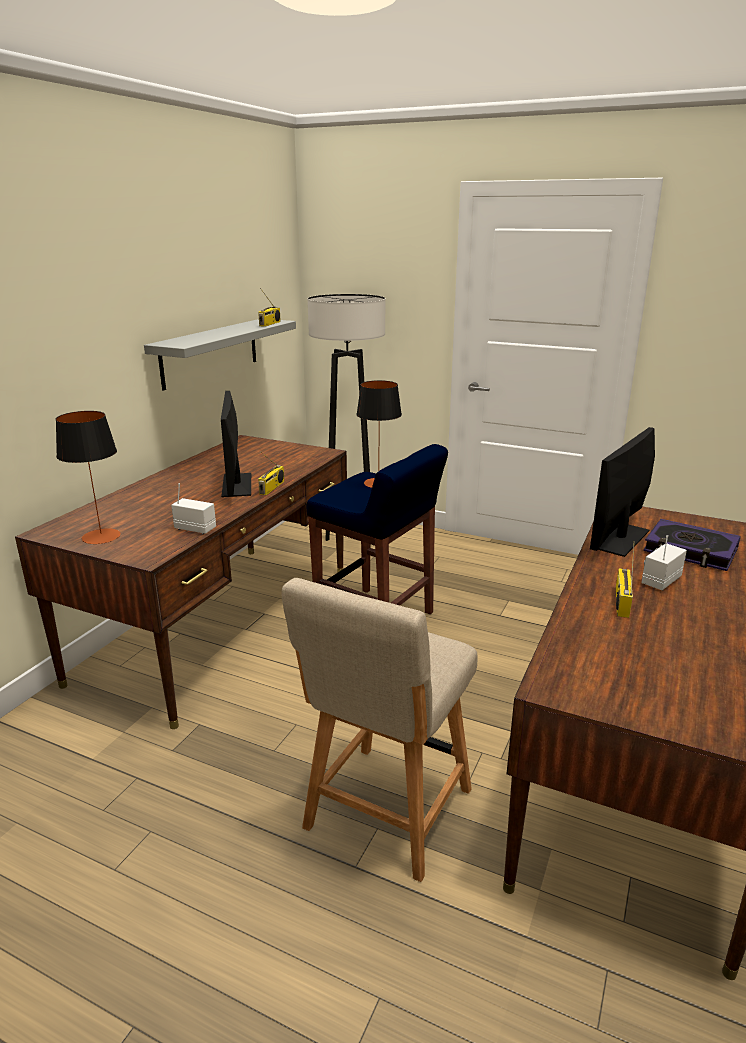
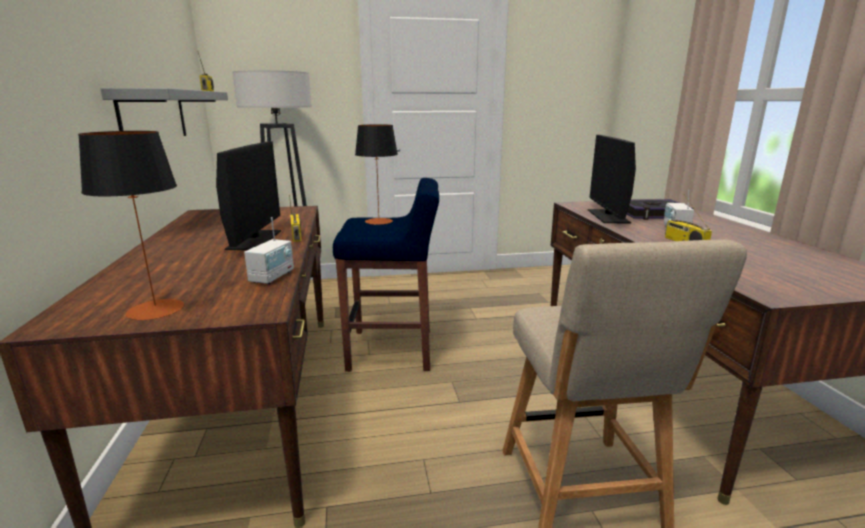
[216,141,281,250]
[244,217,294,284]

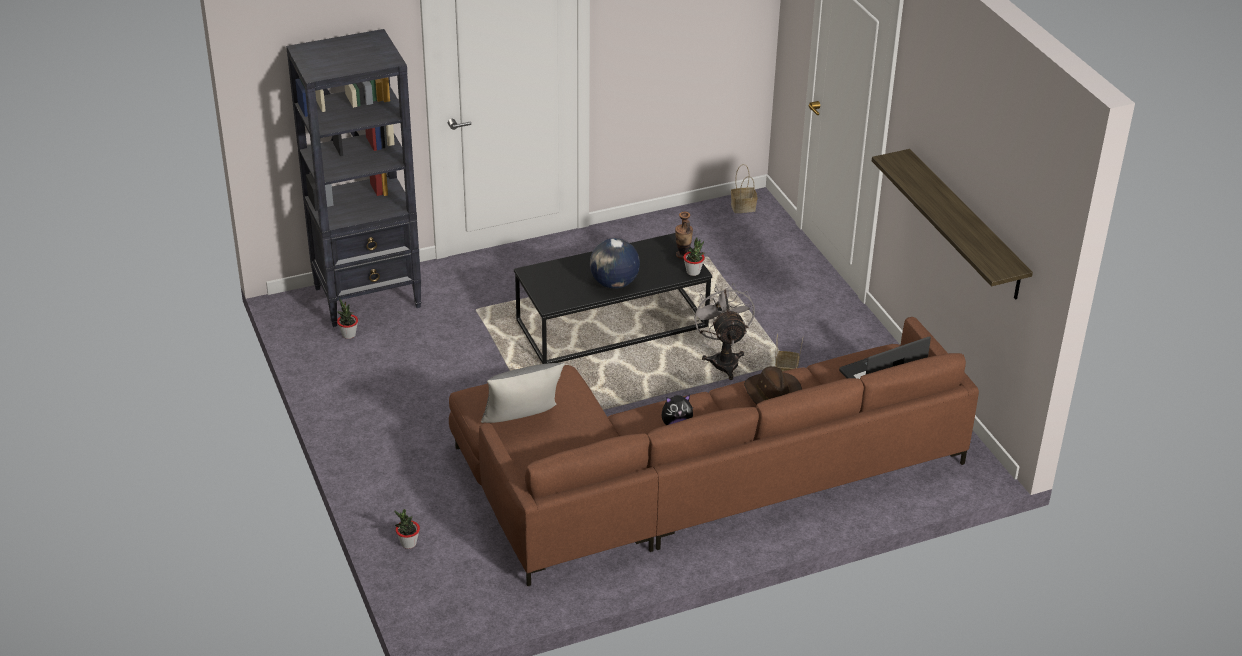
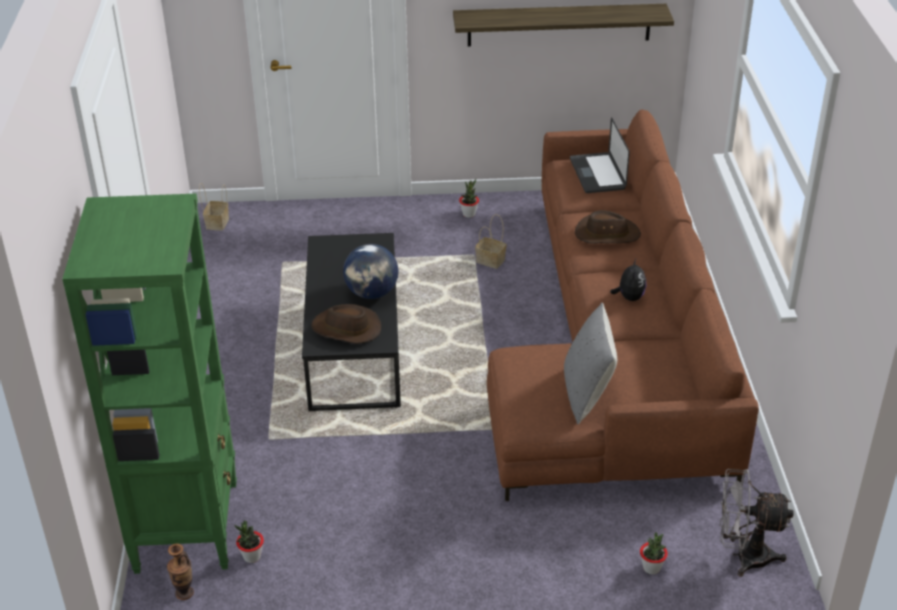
[62,194,237,574]
[167,544,194,600]
[459,179,479,218]
[720,469,793,577]
[311,304,381,344]

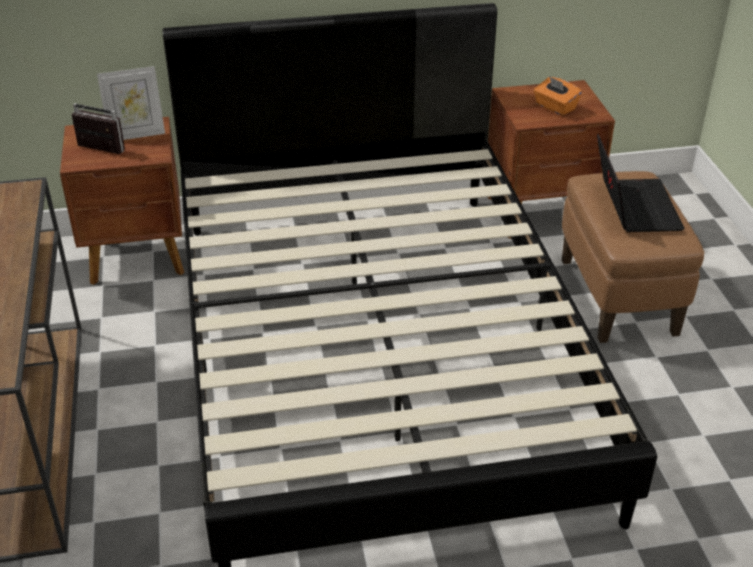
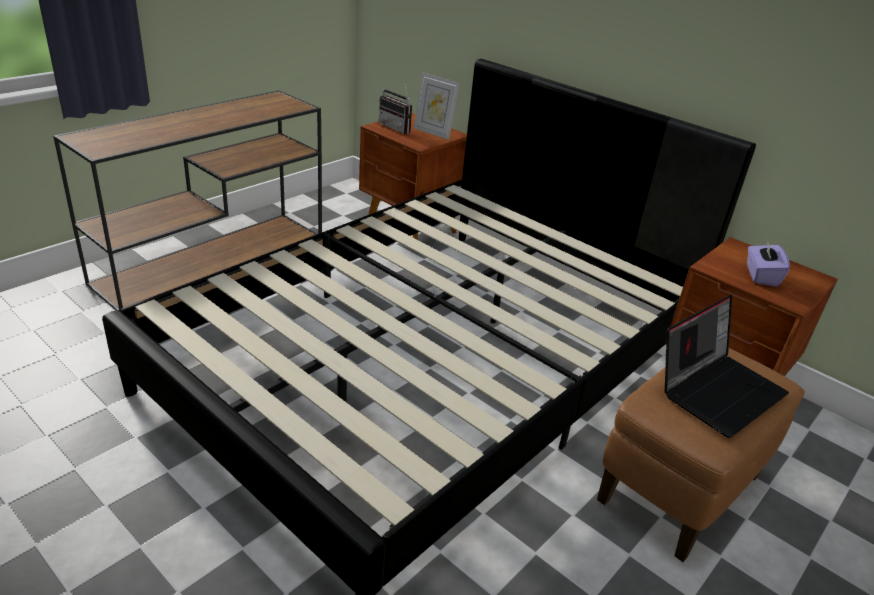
[747,239,790,287]
[379,83,412,134]

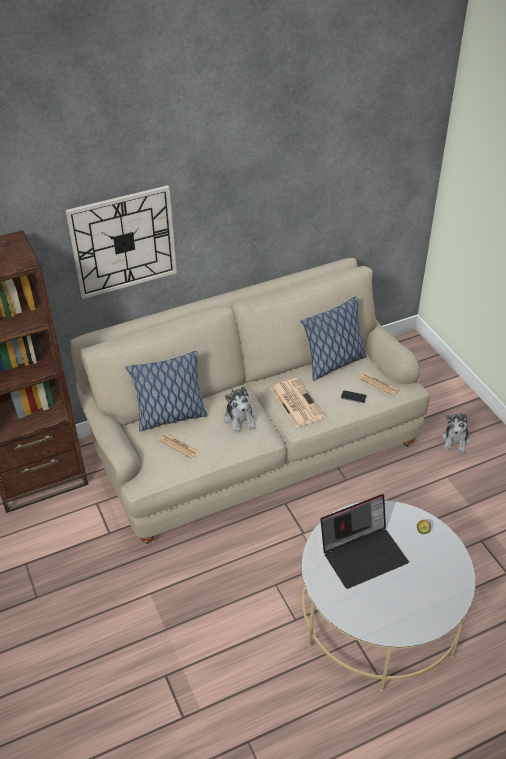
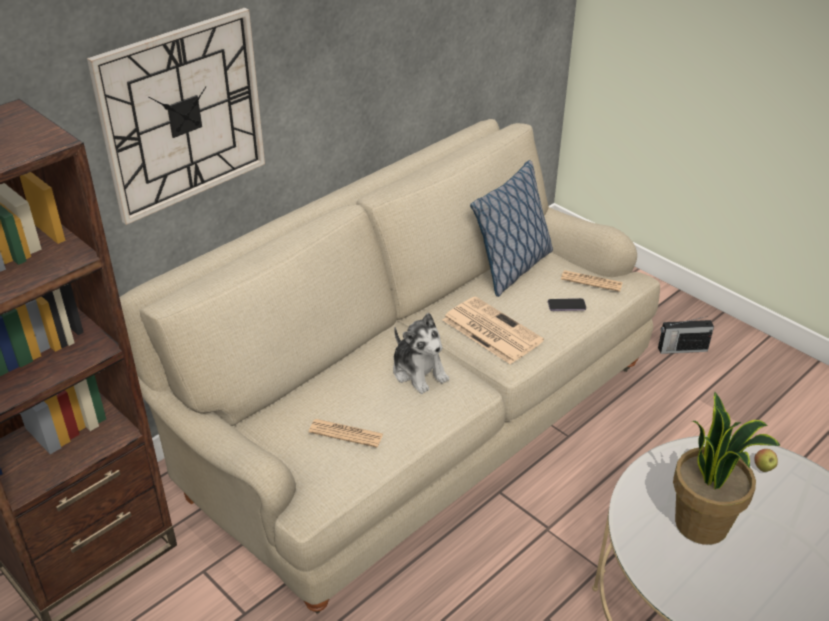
[125,351,208,432] (first image)
[658,316,714,354]
[673,392,780,545]

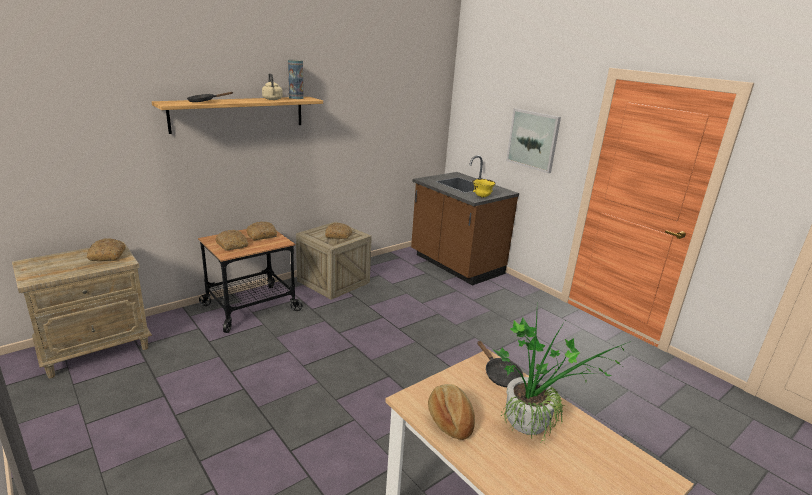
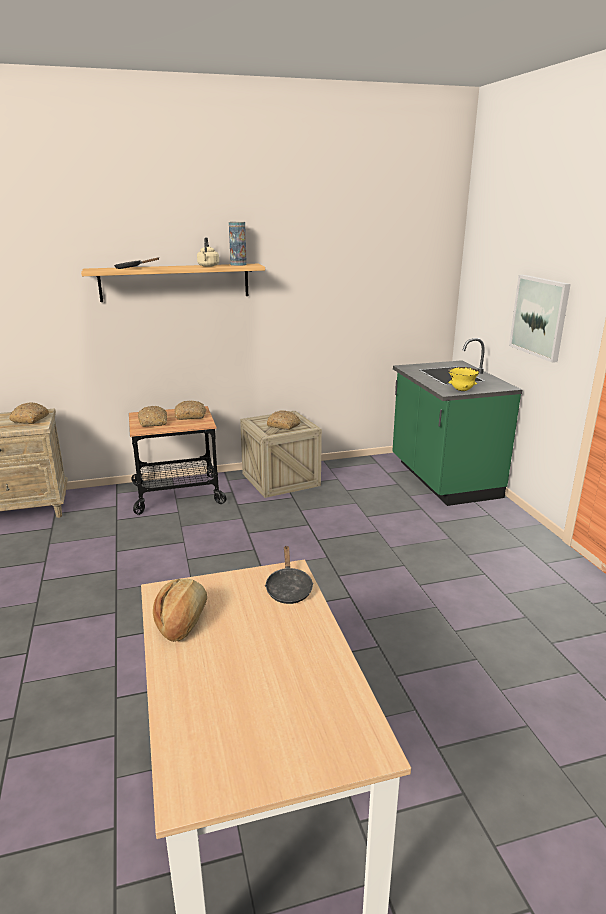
[392,338,522,506]
[492,314,631,443] (first image)

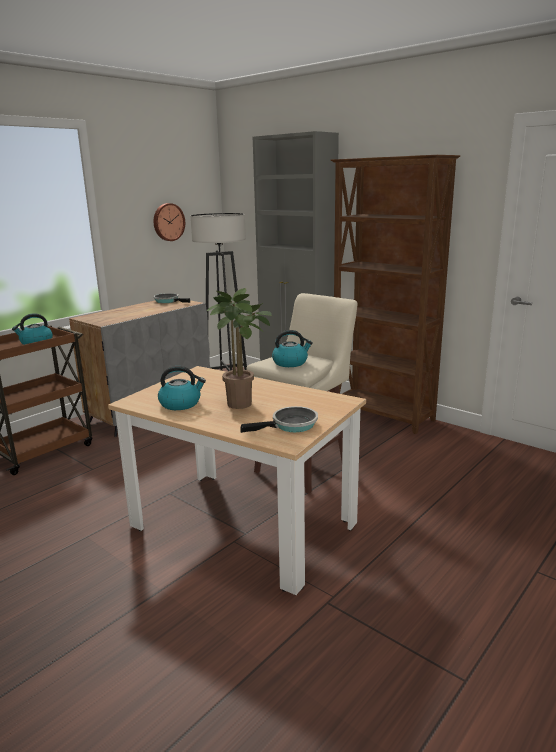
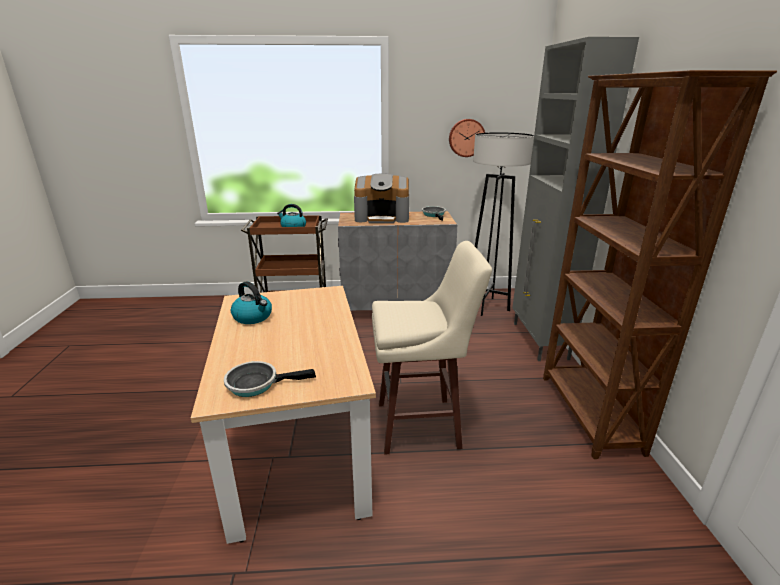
[207,288,272,409] (first image)
[272,330,313,367] (first image)
[224,361,316,397]
[354,174,409,223]

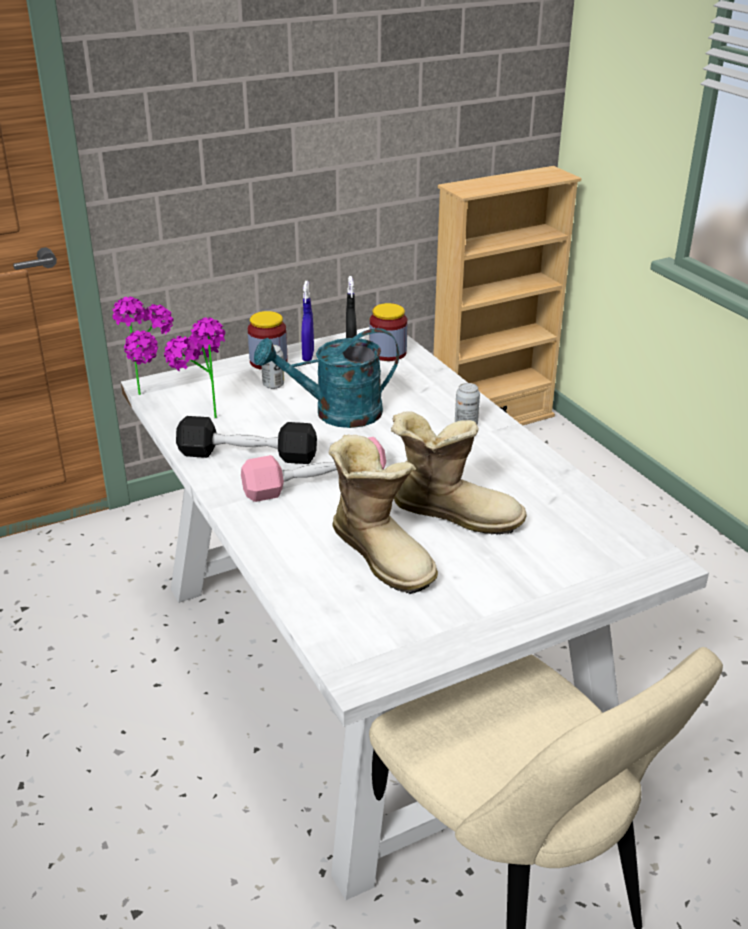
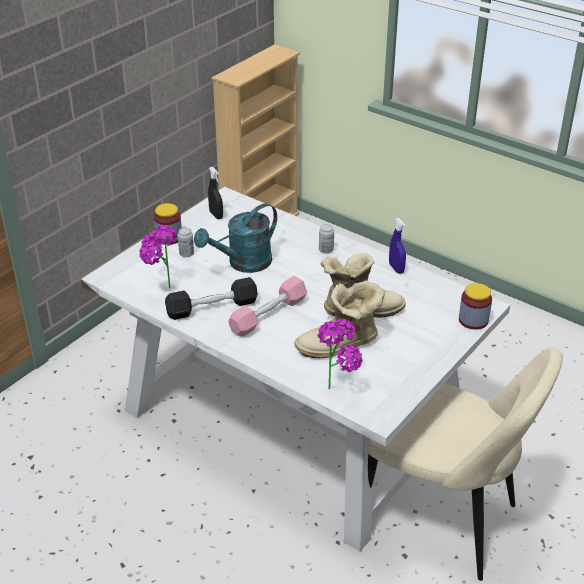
[389,218,406,274]
[318,318,363,389]
[459,283,492,330]
[294,280,385,358]

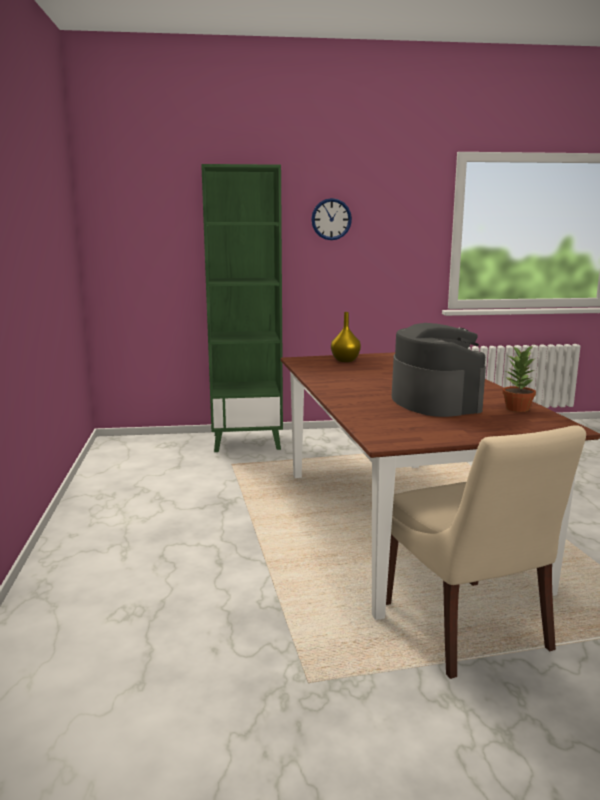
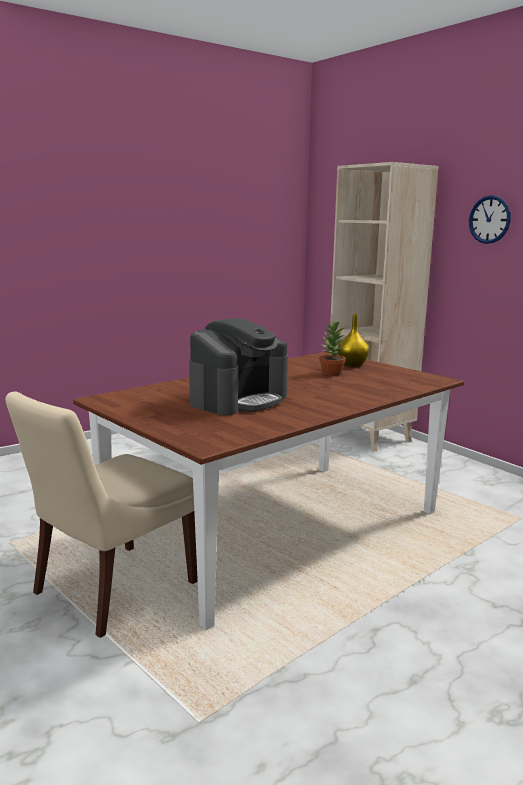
[329,162,439,452]
[319,321,346,375]

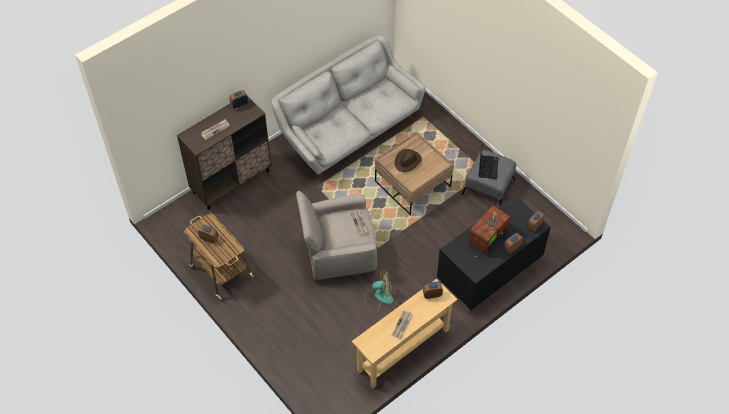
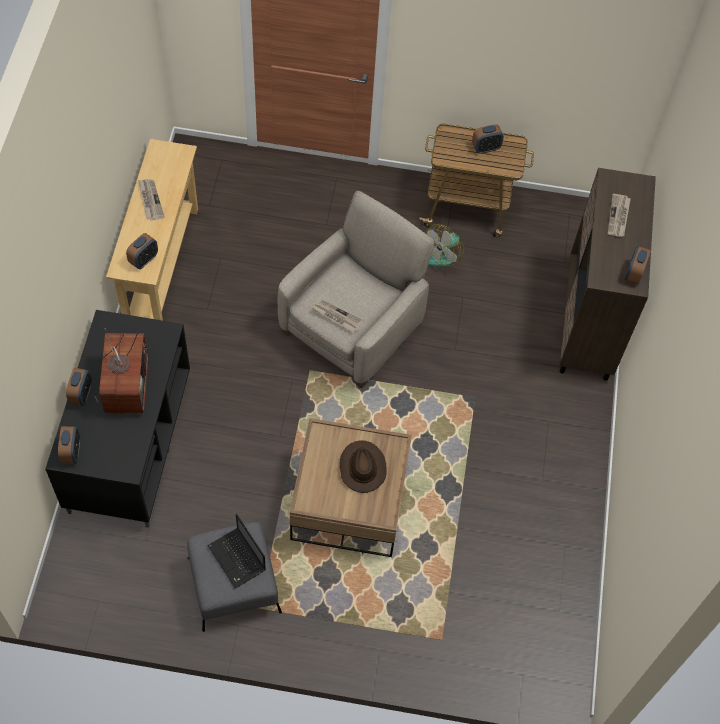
[272,35,426,178] (first image)
[426,225,465,267]

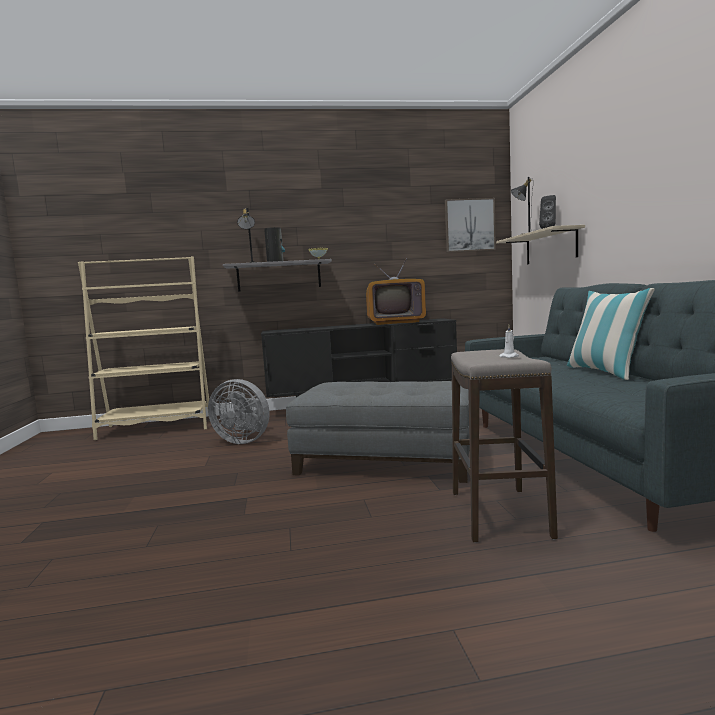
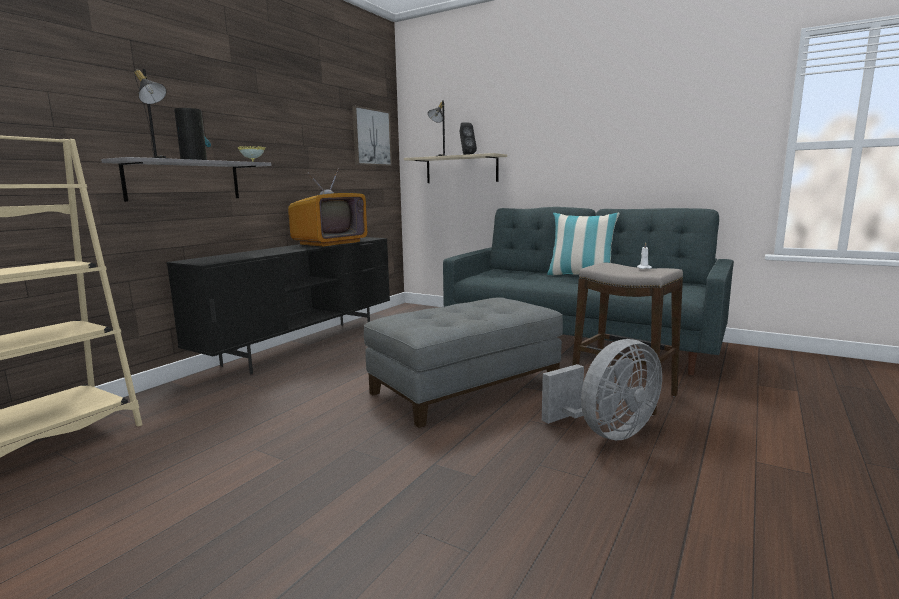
[542,339,662,440]

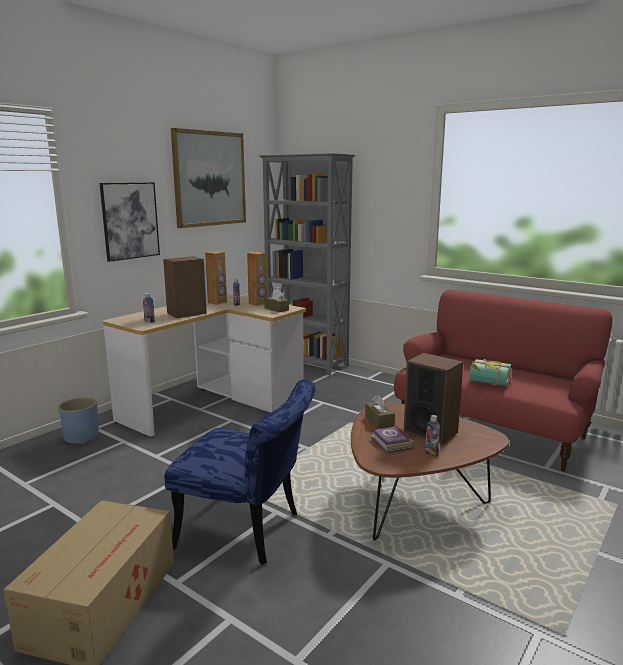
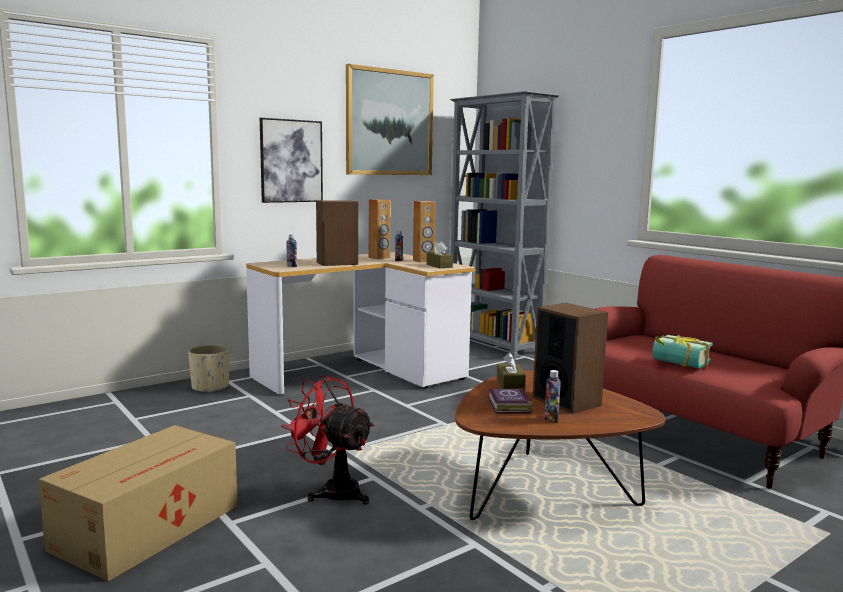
[281,375,374,505]
[188,344,229,393]

